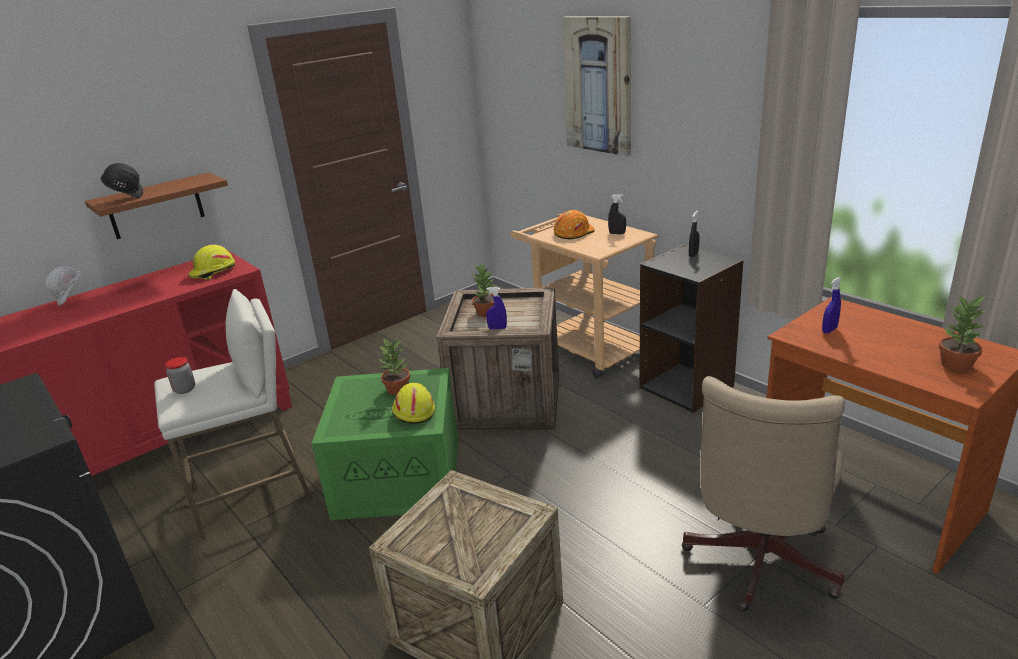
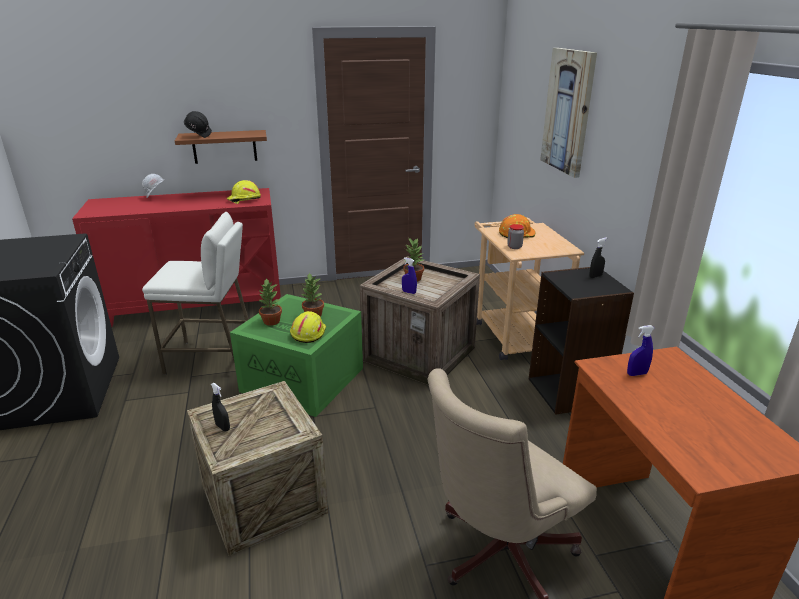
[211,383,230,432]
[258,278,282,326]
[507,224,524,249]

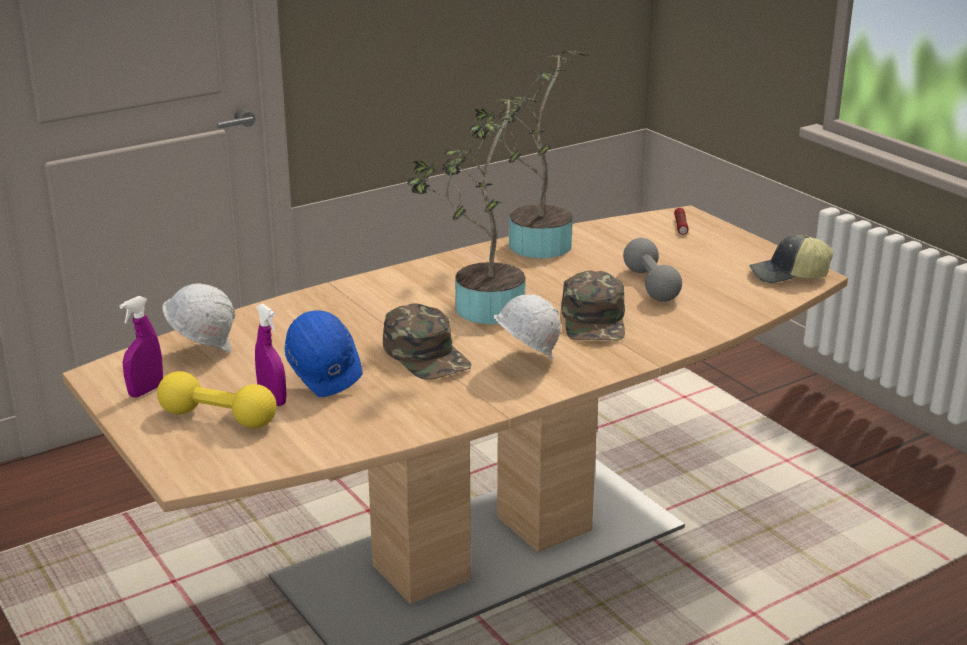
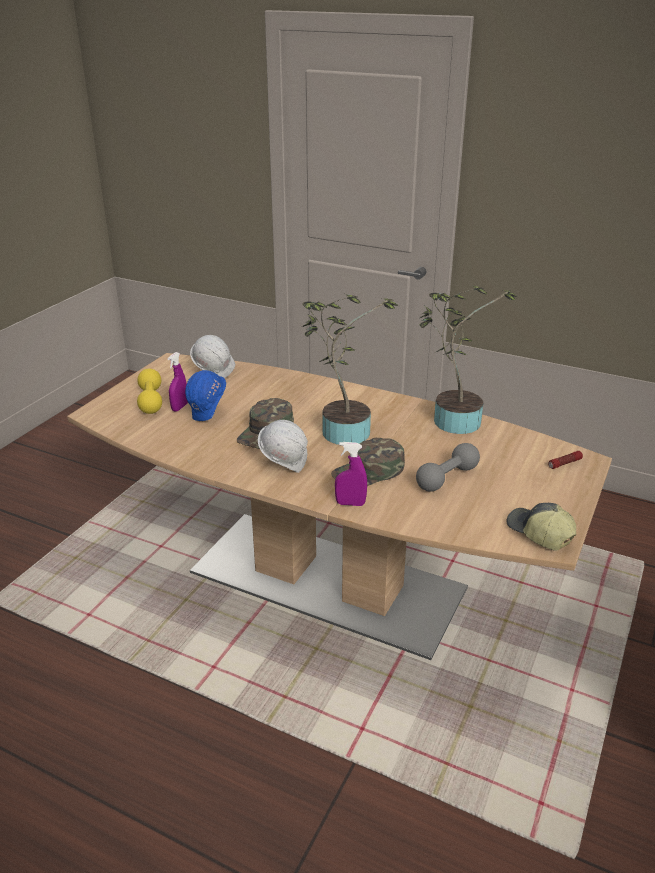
[335,442,367,506]

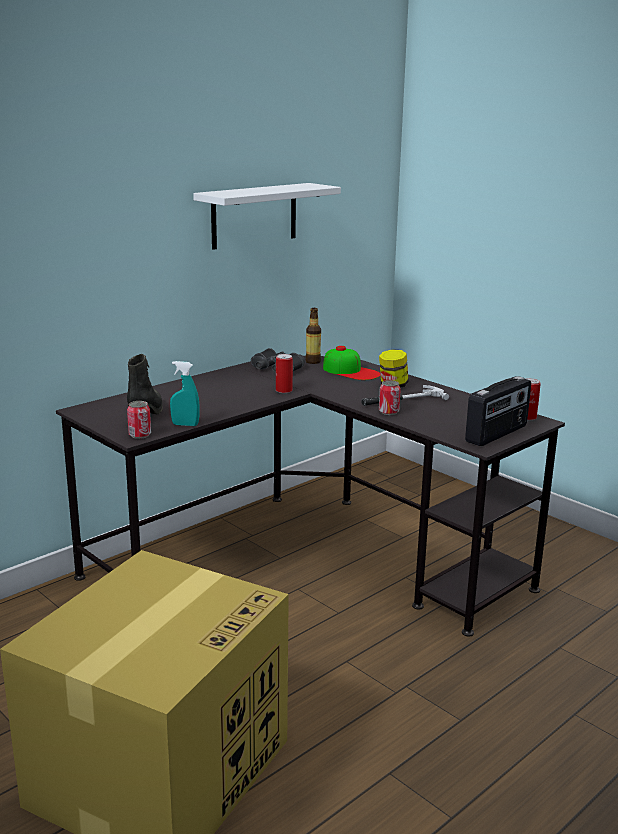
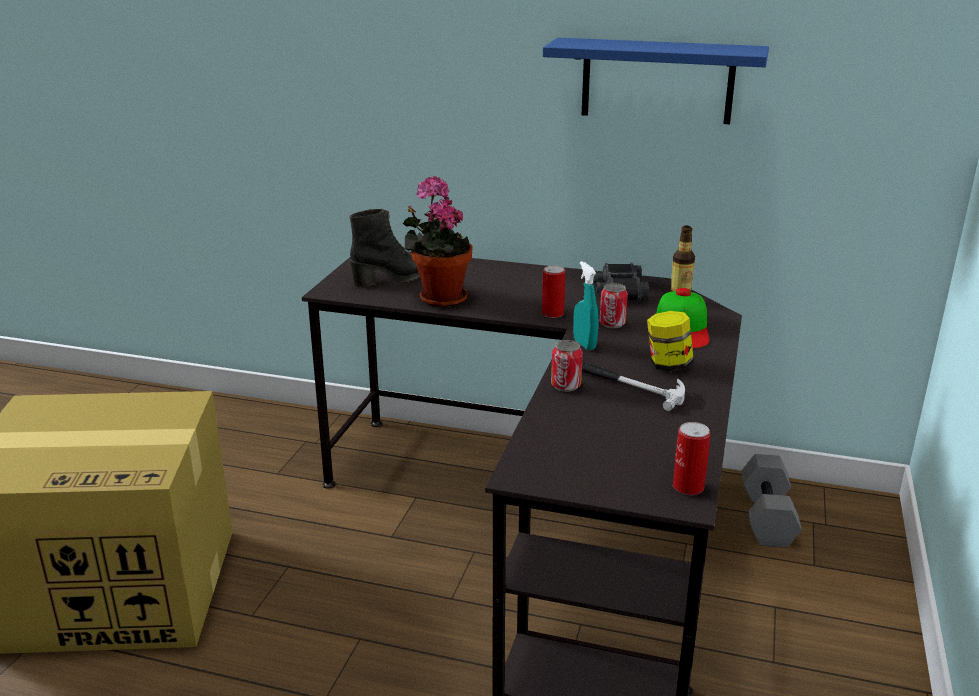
[543,38,769,124]
[573,261,598,350]
[465,376,531,446] (first image)
[600,283,628,328]
[403,176,473,307]
[741,454,802,548]

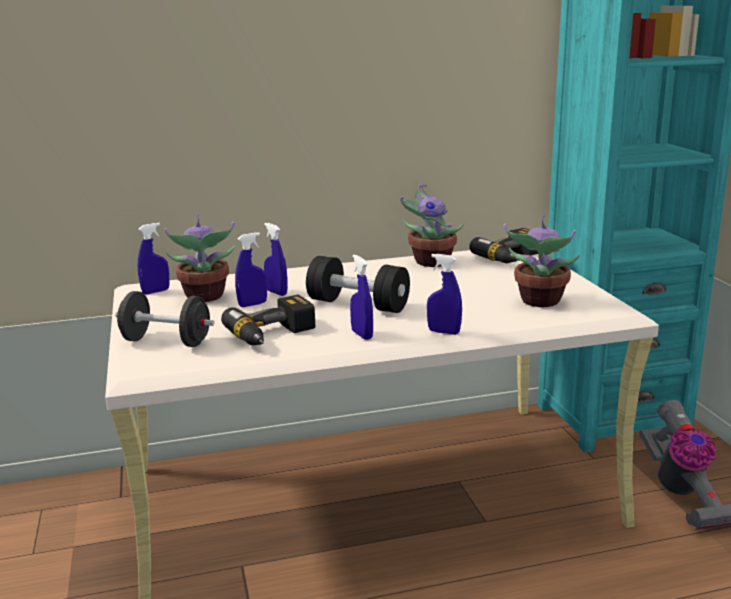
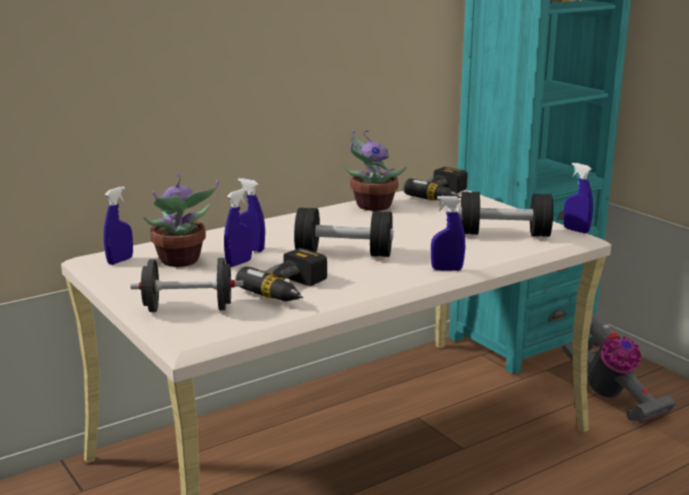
[459,192,553,237]
[564,163,593,233]

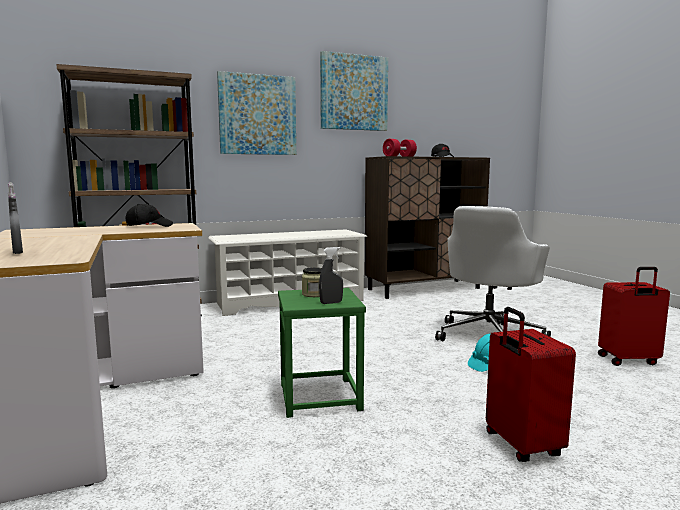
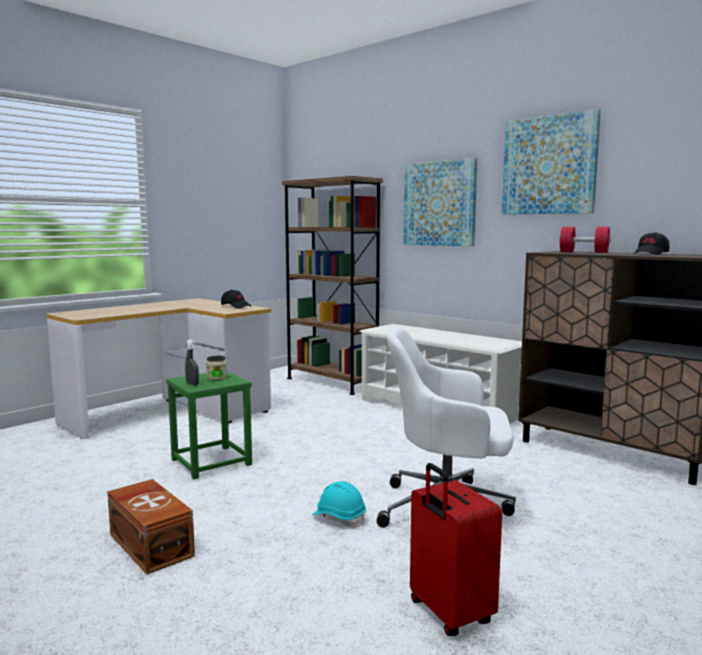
[8,182,23,254] (first image)
[107,479,195,574]

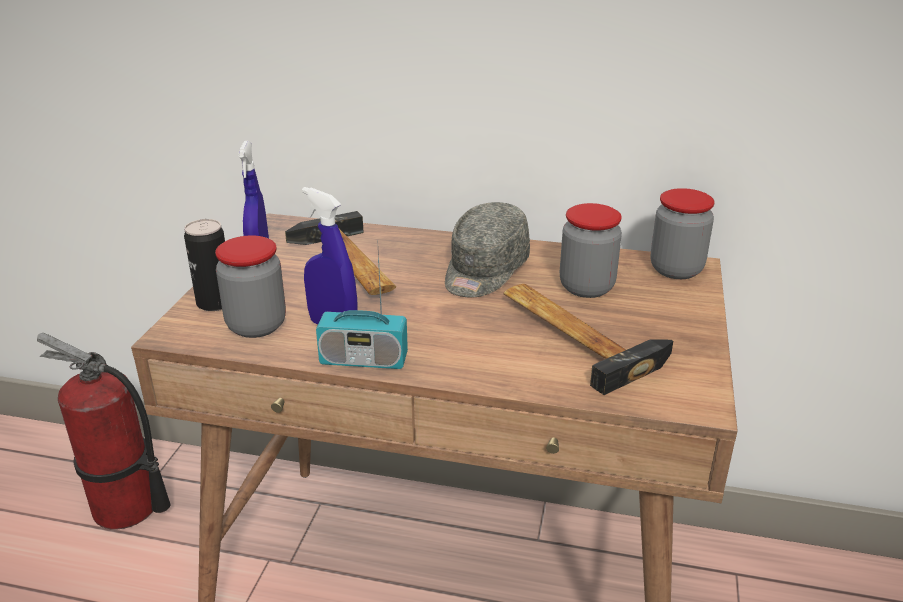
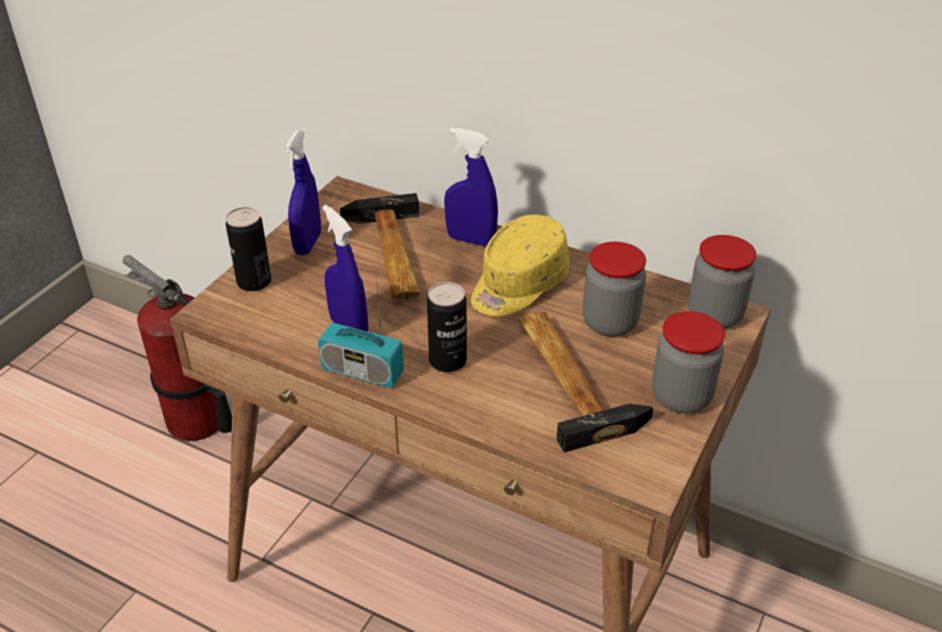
[471,215,569,316]
[652,311,725,413]
[444,128,498,247]
[427,282,467,372]

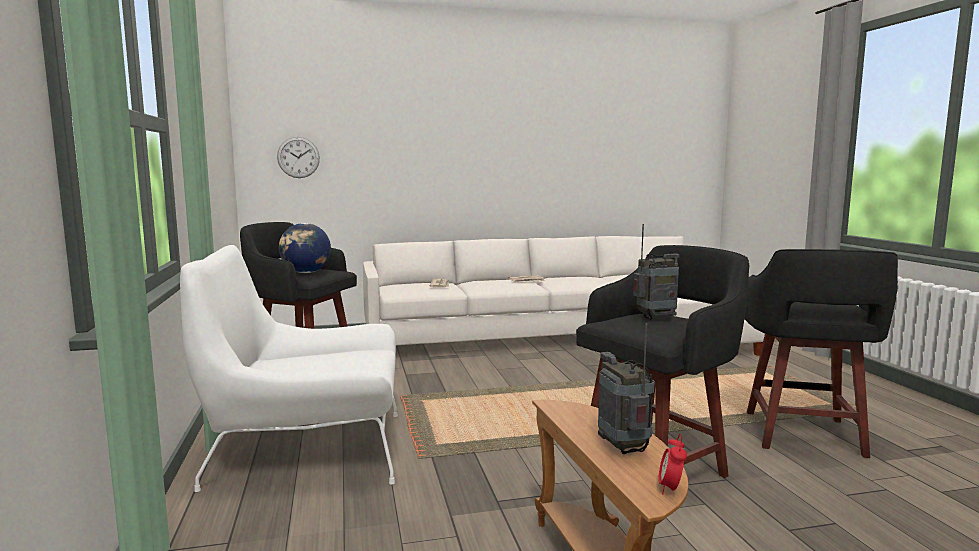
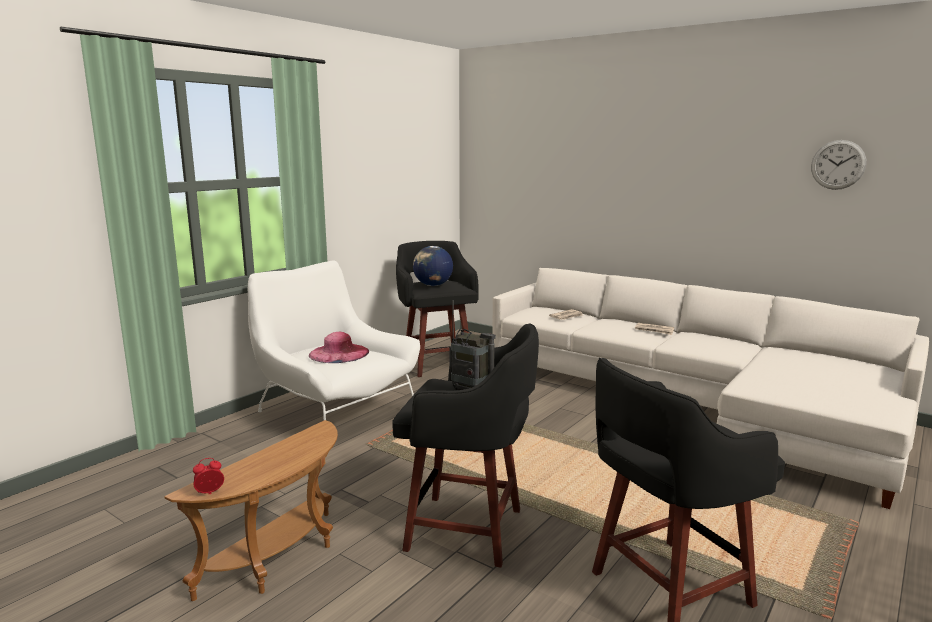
[811,140,866,190]
[598,323,655,454] (first image)
[309,332,369,363]

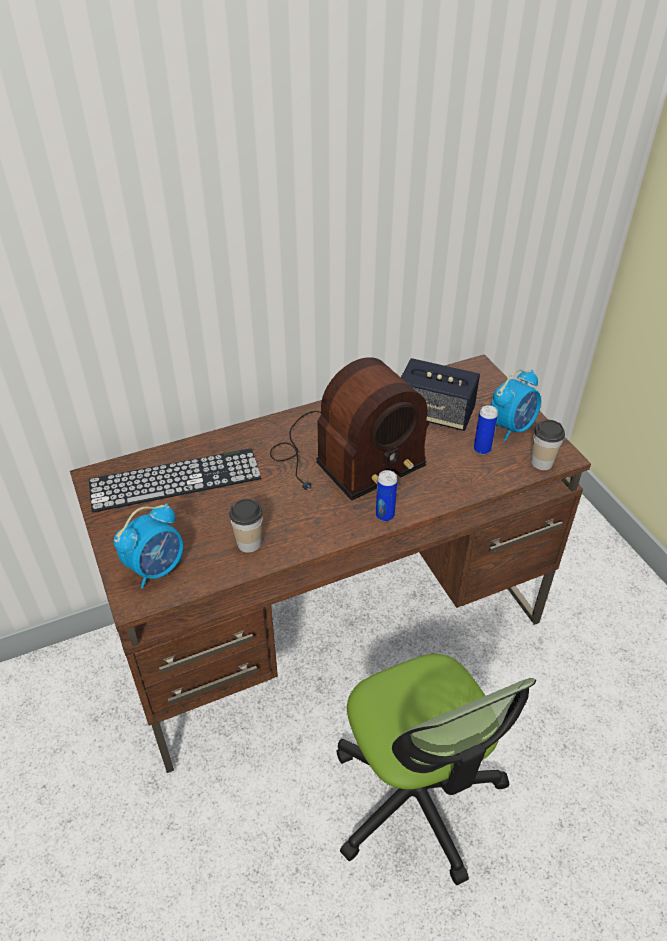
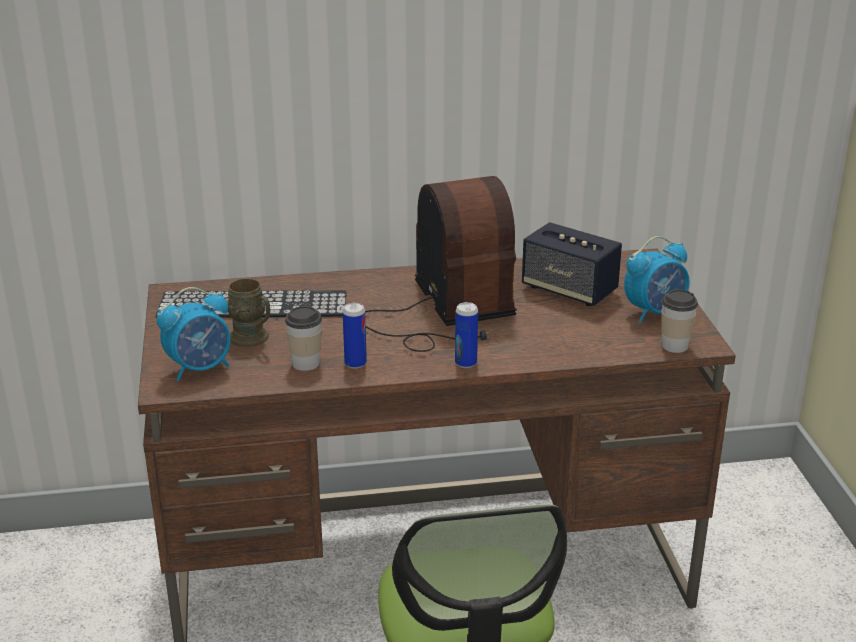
[365,176,517,352]
[343,303,367,369]
[227,279,270,347]

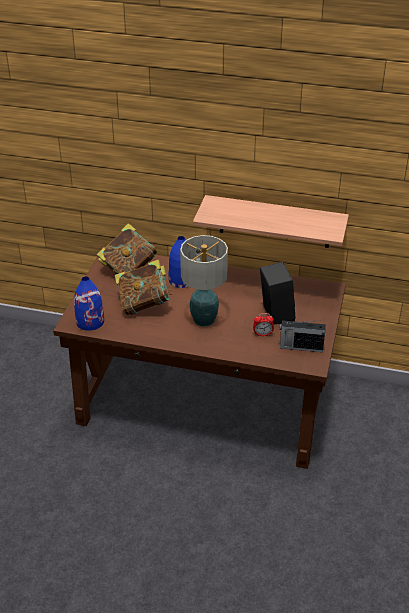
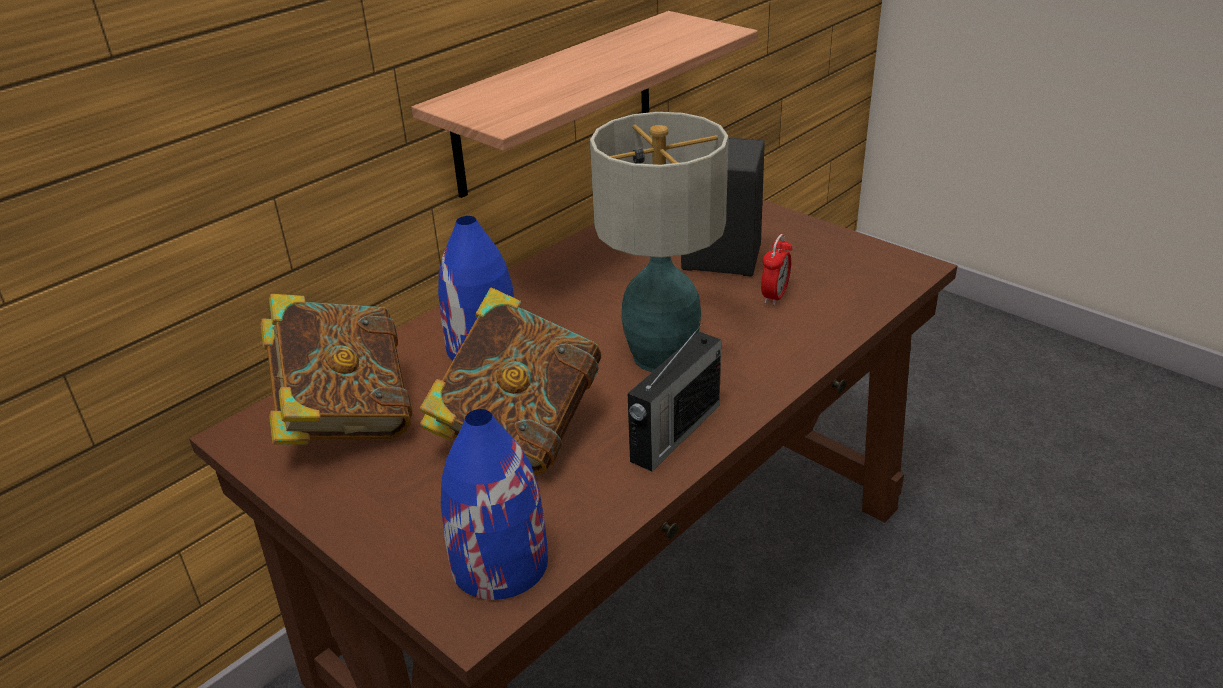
[628,323,721,472]

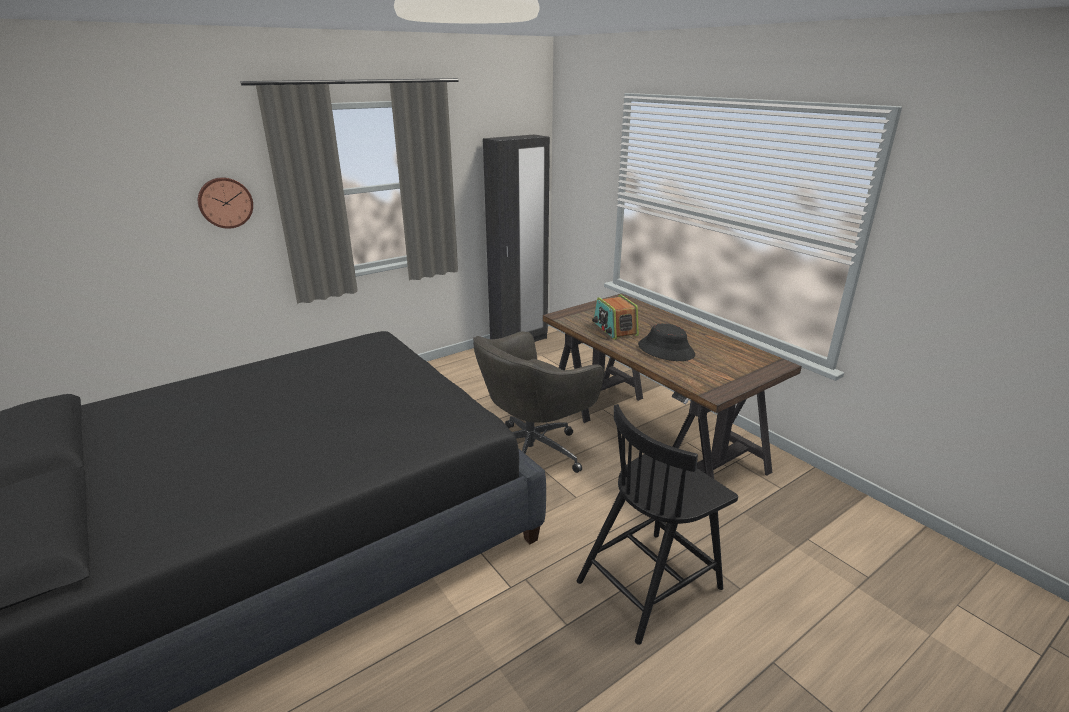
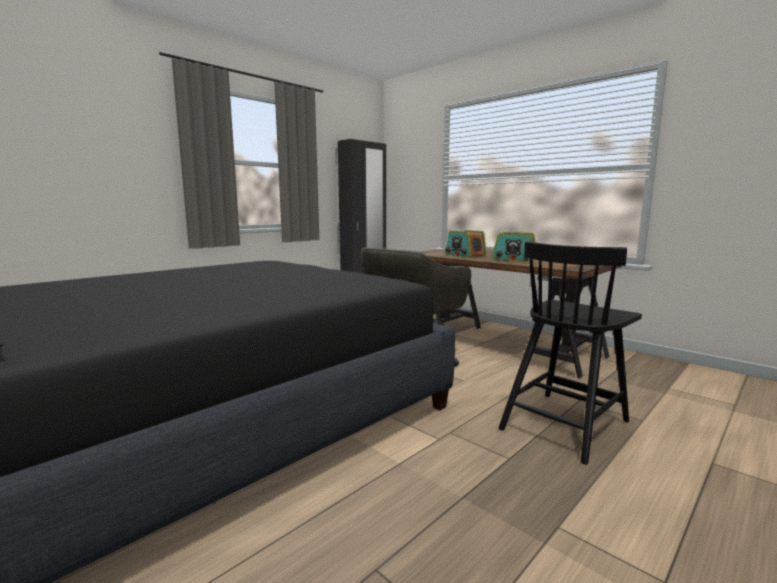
[198,177,253,229] (first image)
[491,232,535,262]

